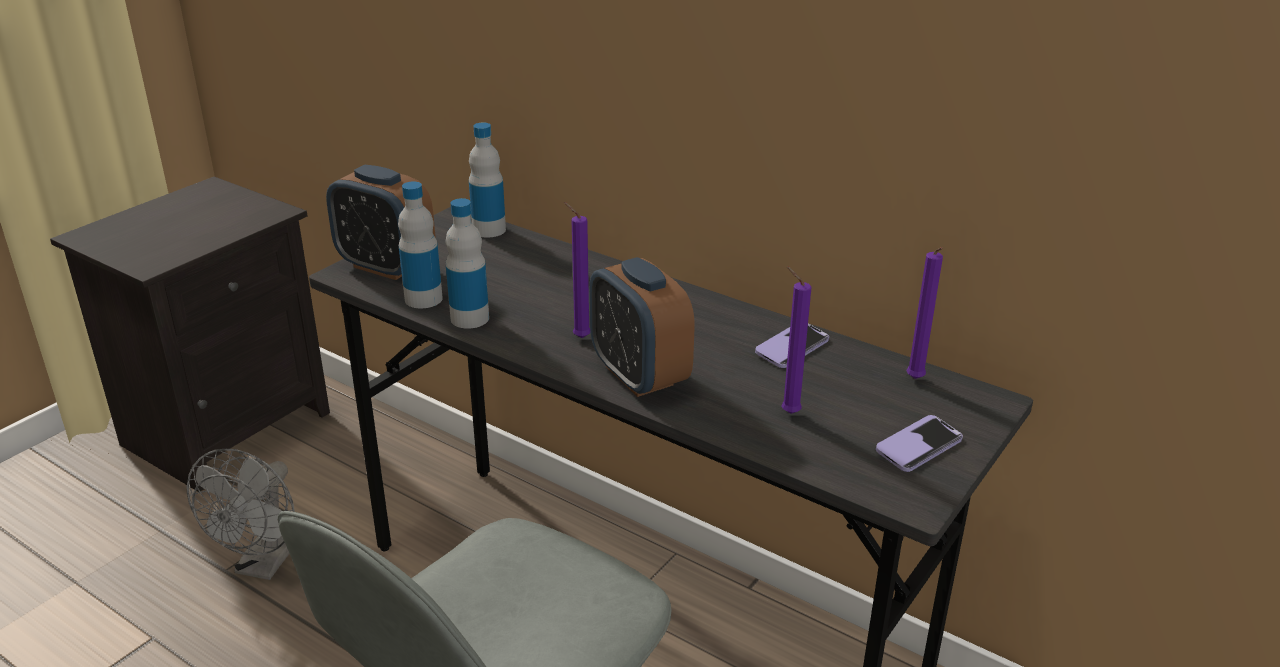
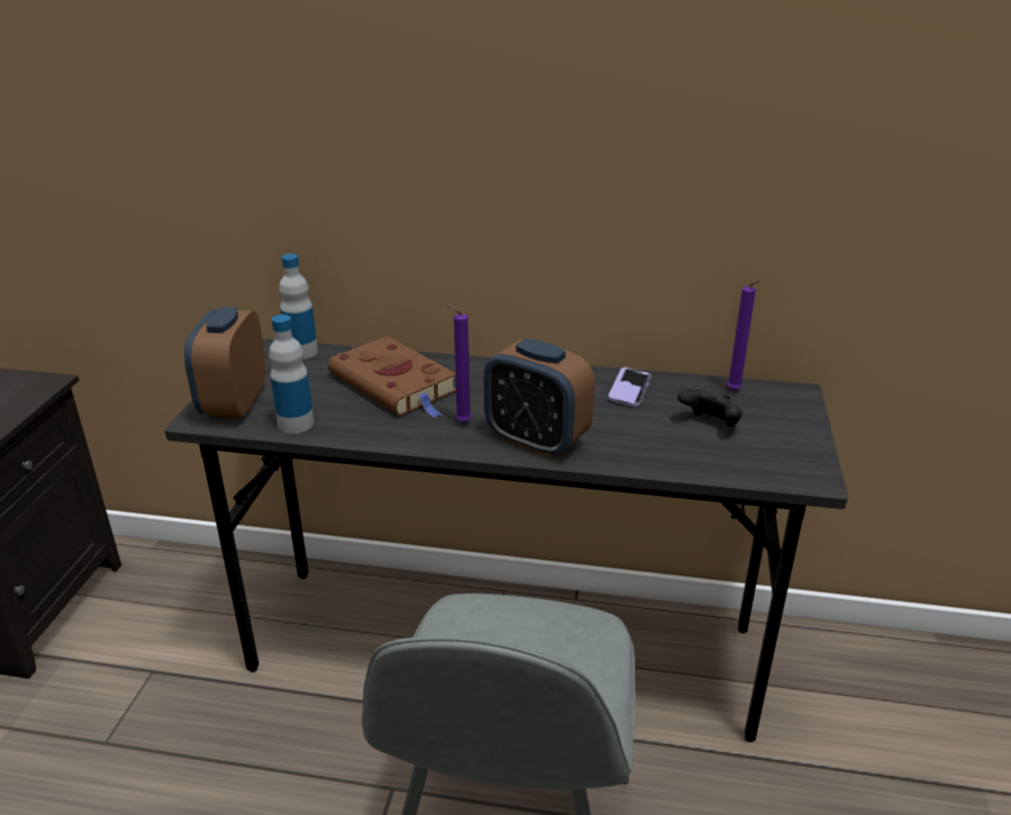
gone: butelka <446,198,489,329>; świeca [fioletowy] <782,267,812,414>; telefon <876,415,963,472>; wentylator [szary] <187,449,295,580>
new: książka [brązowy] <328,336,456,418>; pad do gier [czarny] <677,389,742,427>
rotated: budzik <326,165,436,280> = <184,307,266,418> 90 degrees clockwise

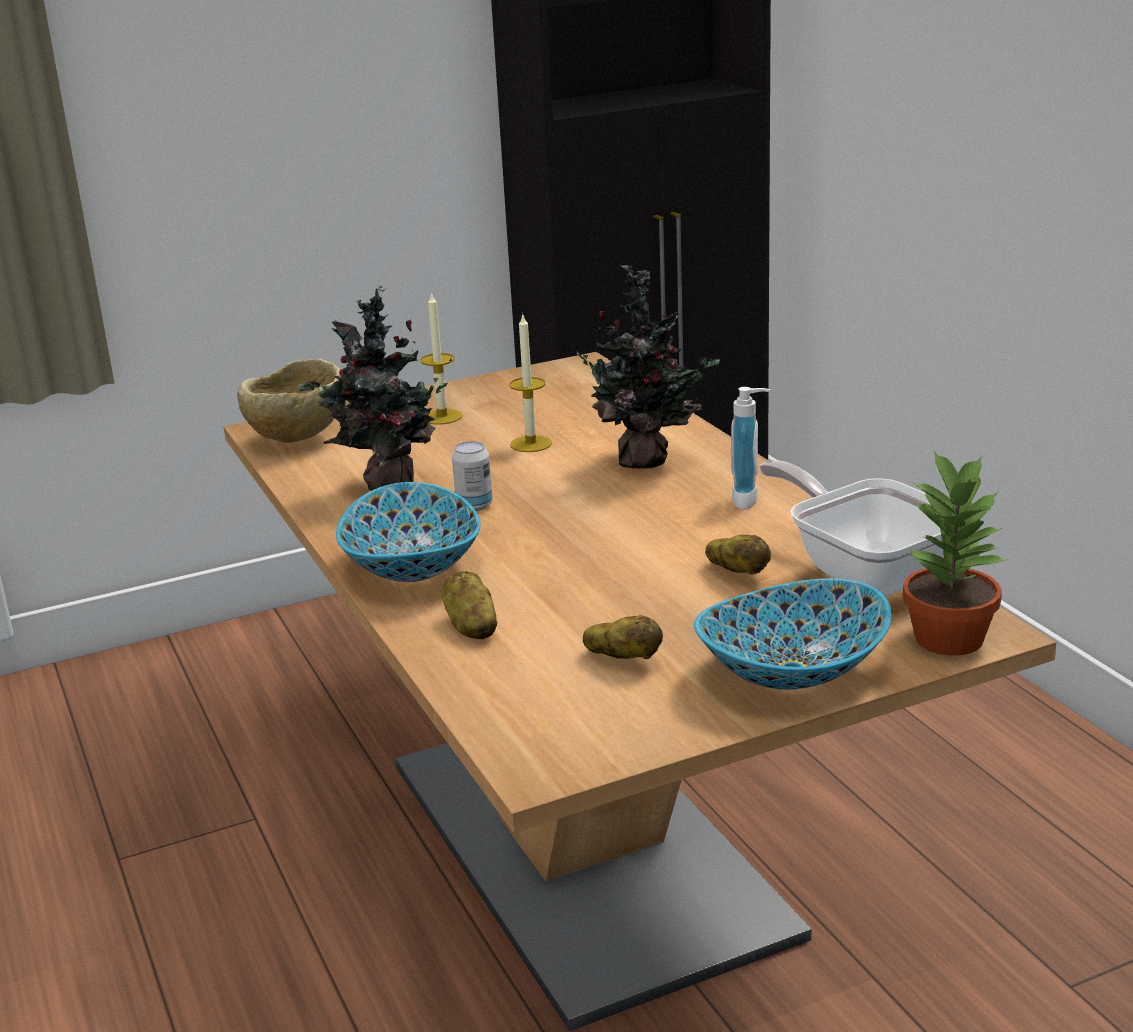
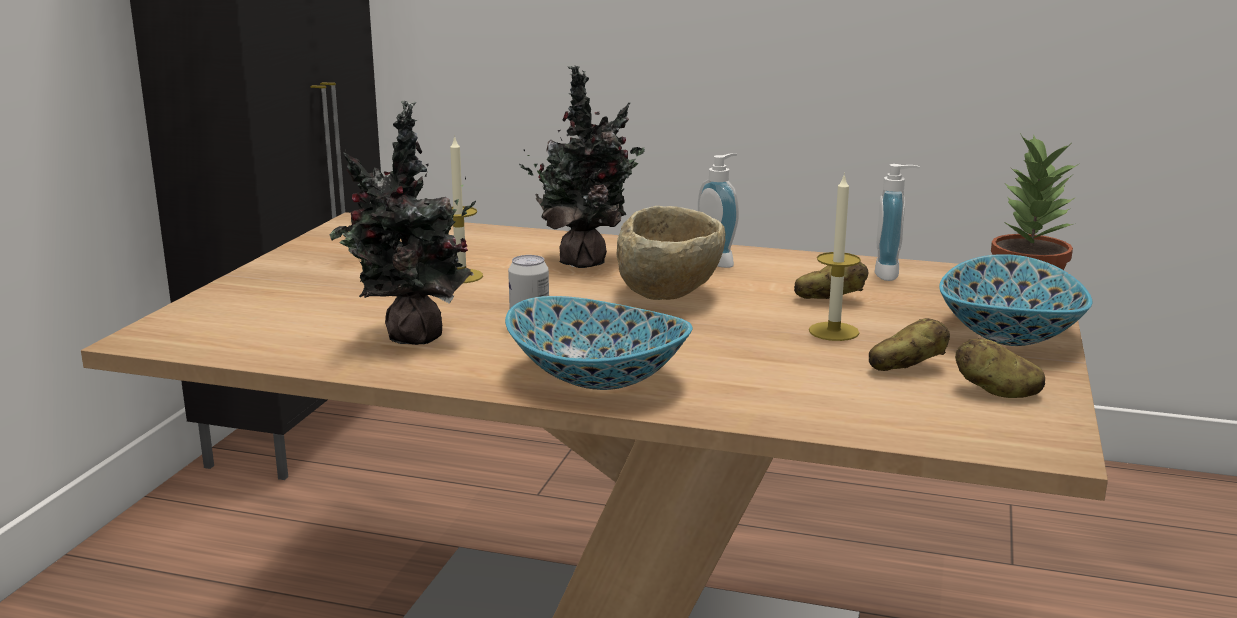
shifted: świeca <420,291,463,424> to <809,173,861,341>; miska [beżowy] <237,359,341,443> to <617,206,725,300>; ziemniak <442,571,497,639> to <955,338,1045,398>
swapped: patelnia <759,460,944,597> to dozownik mydła <875,164,920,281>

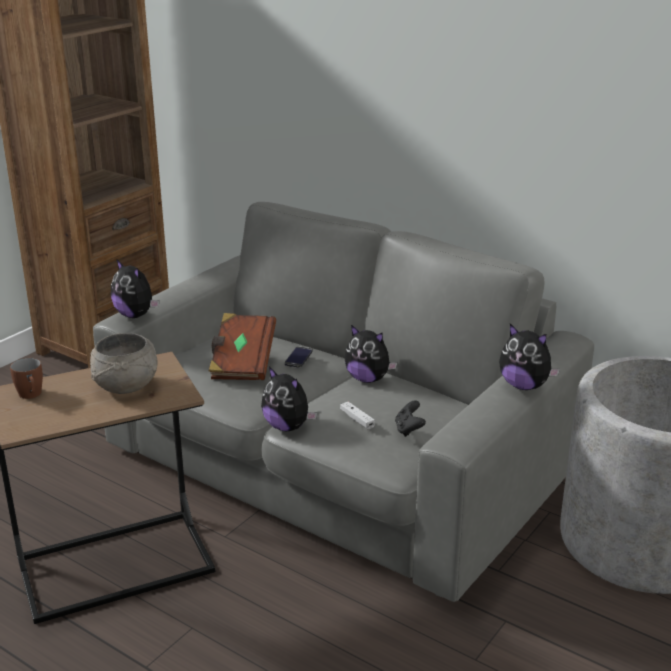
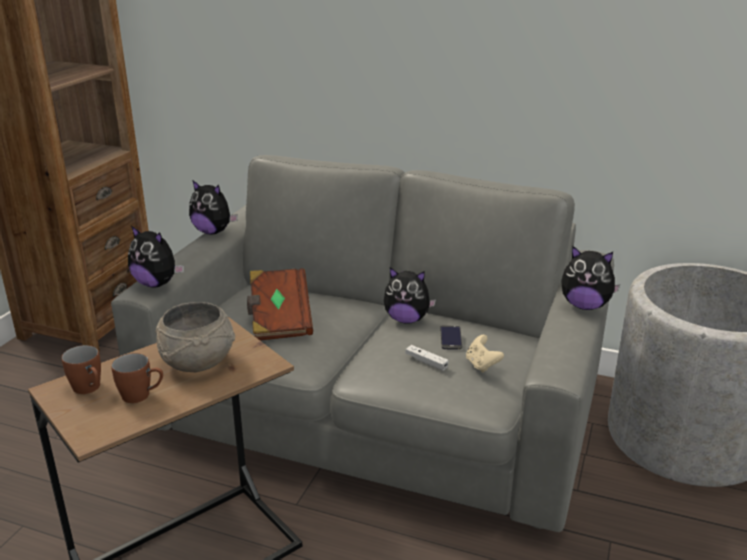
new: kubek [brązowy] <111,353,163,403>
shifted: telefon <284,347,313,368> to <440,325,462,350>; pluszak <261,367,317,431> to <189,181,238,235>
repainted: pad do gier [czarny] <395,401,426,437> to pad do gier [beżowy] <466,335,504,373>

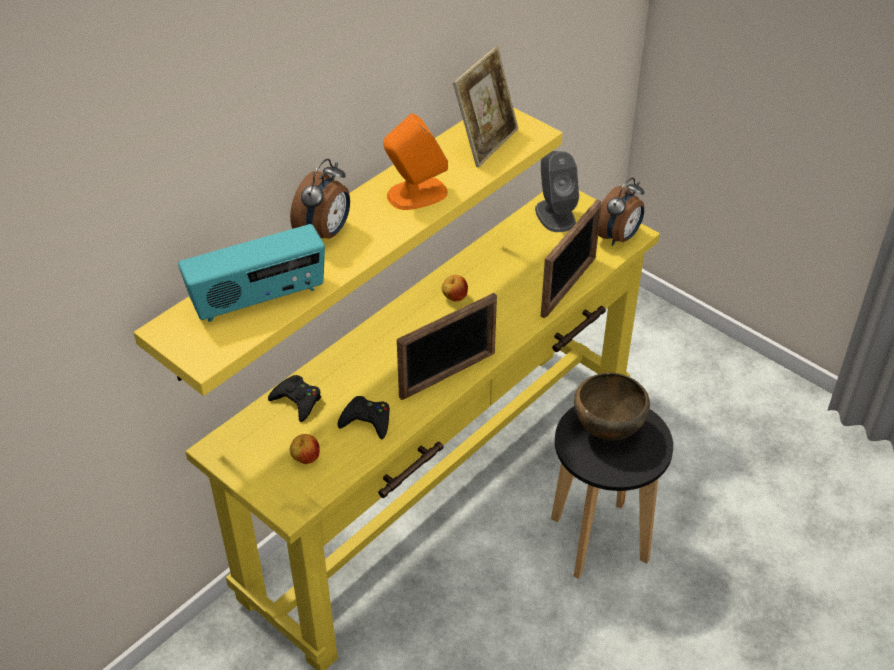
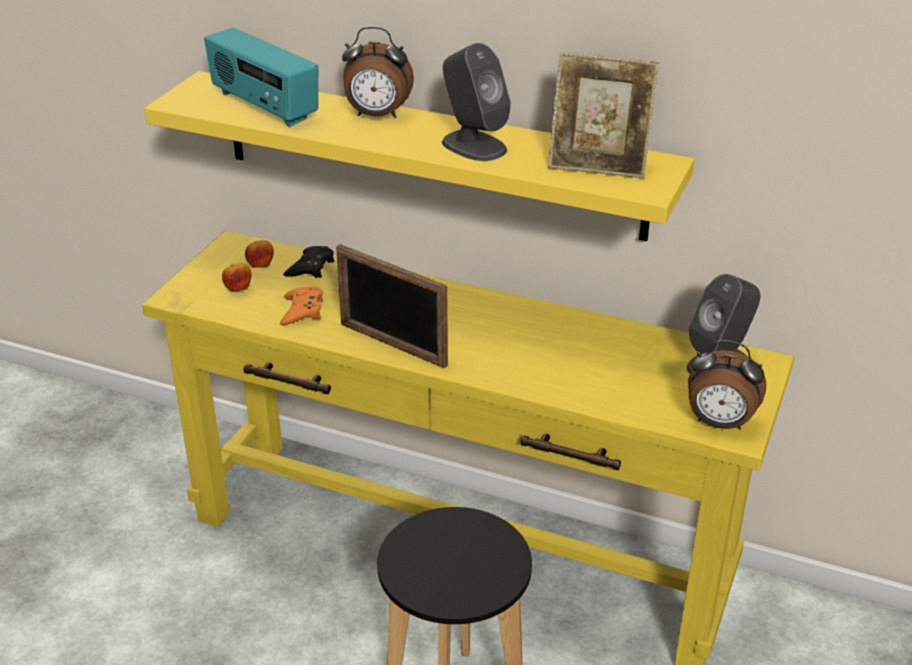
gone: ramka na zdjęcie <541,199,602,318>; miska [brązowy] <574,373,650,440>
shifted: jabłko <442,275,468,301> to <245,240,274,268>
repainted: głośnik [pomarańczowy] <383,113,448,210> to głośnik [szary] <442,43,511,161>; pad do gier [czarny] <338,396,390,439> to pad do gier [pomarańczowy] <280,286,323,325>

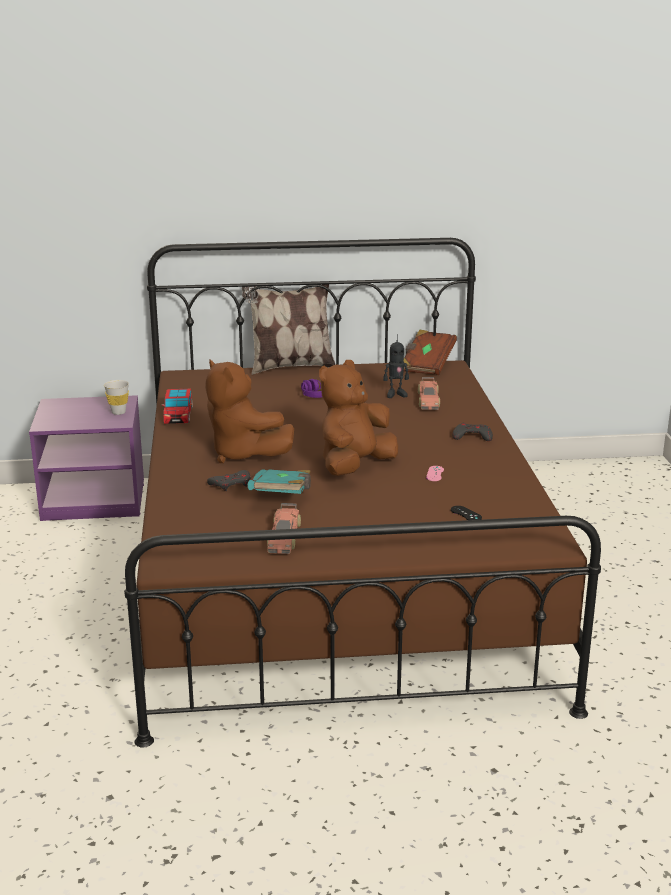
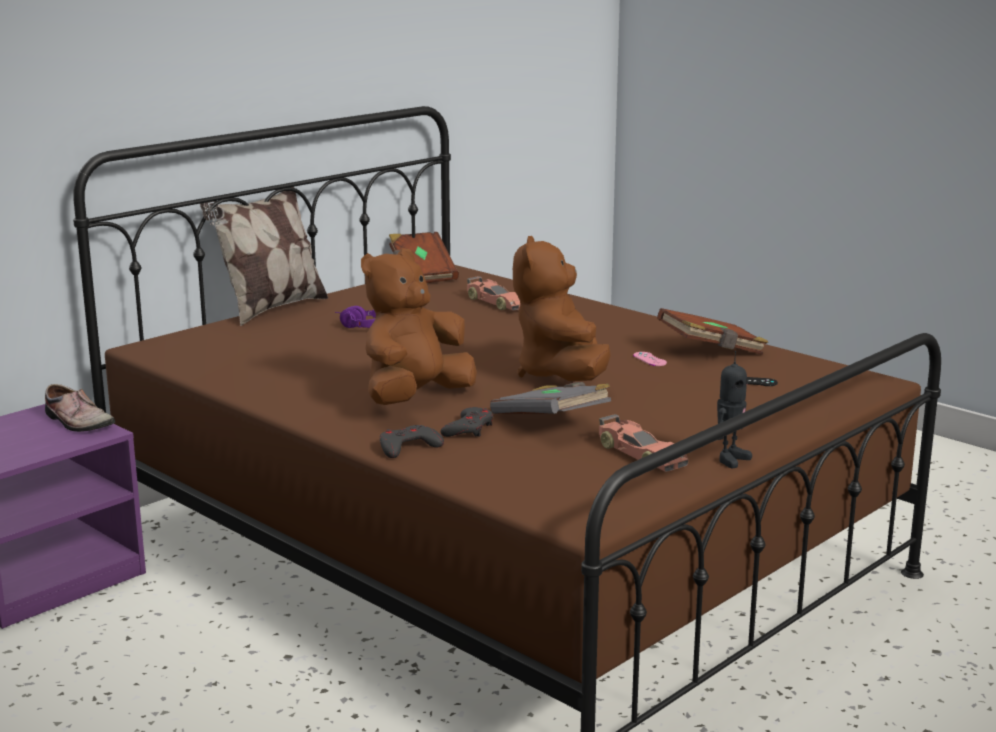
gone: samochodzik <162,389,193,424>
new: książka [brązowy] <657,308,768,355>
shifted: robot zabawkowy <383,334,409,398> to <717,351,752,468>; pad do gier [szary] <452,423,493,441> to <380,425,444,458>
swapped: filiżanka [biały] <104,380,129,415> to but <45,384,115,432>
repainted: książka [turkusowy] <248,469,311,494> to książka [szary] <490,382,611,414>
rotated: pluszak [brązowy] <205,360,294,463> = <361,248,477,405> 120 degrees clockwise

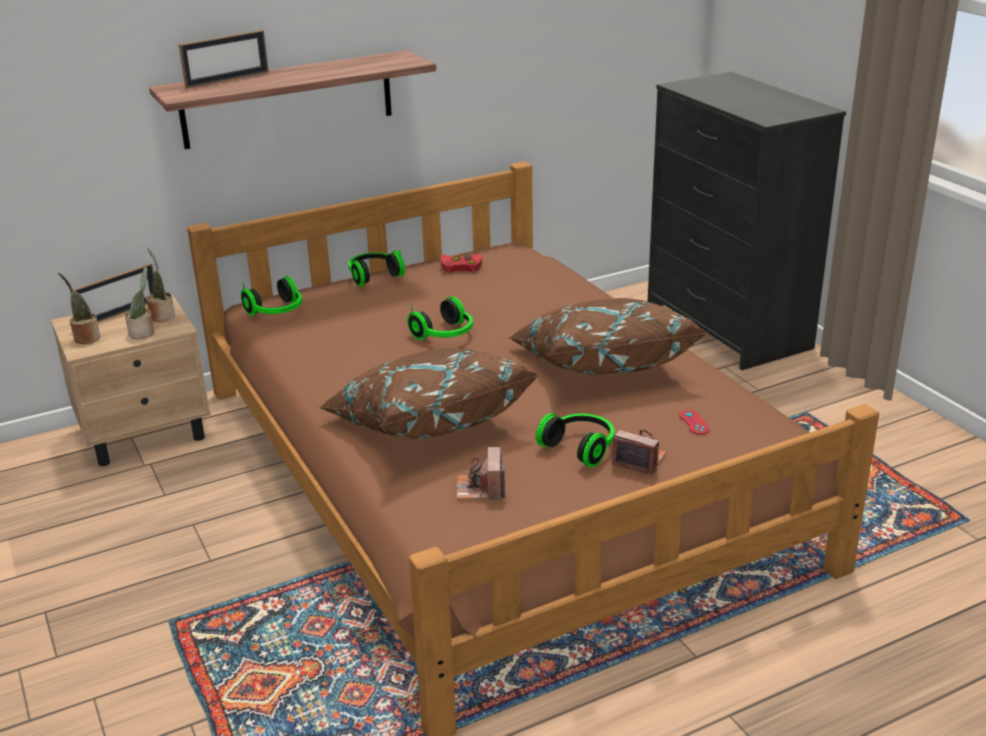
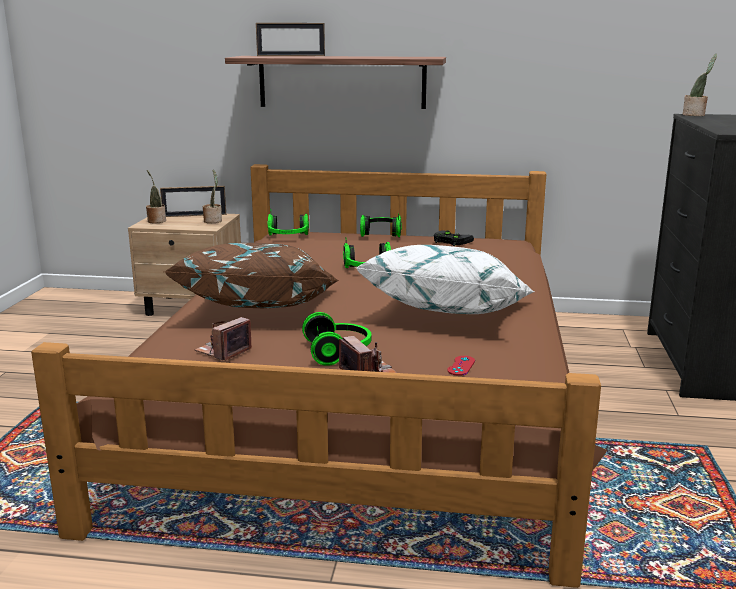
shifted: roślina doniczkowa <125,267,154,339> to <683,54,717,116>
repainted: pad do gier [czerwony] <441,254,482,273> to pad do gier [czarny] <434,230,474,246>; poduszka [brązowy] <509,298,708,375> to poduszka [biały] <355,245,535,314>

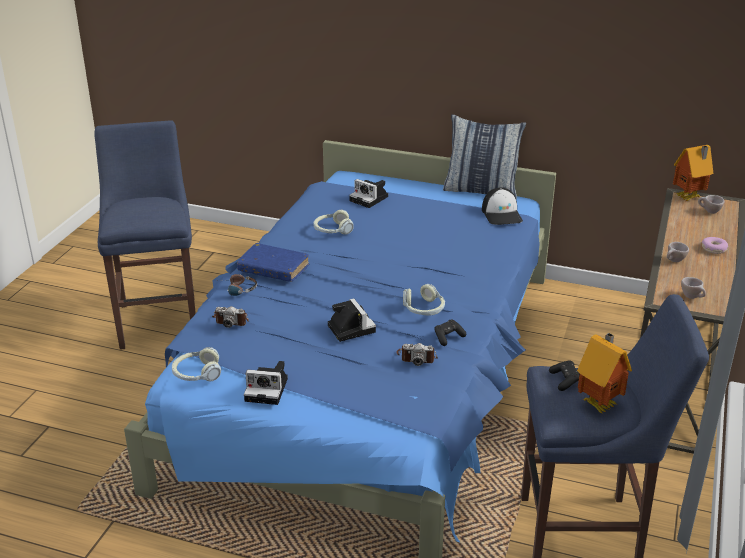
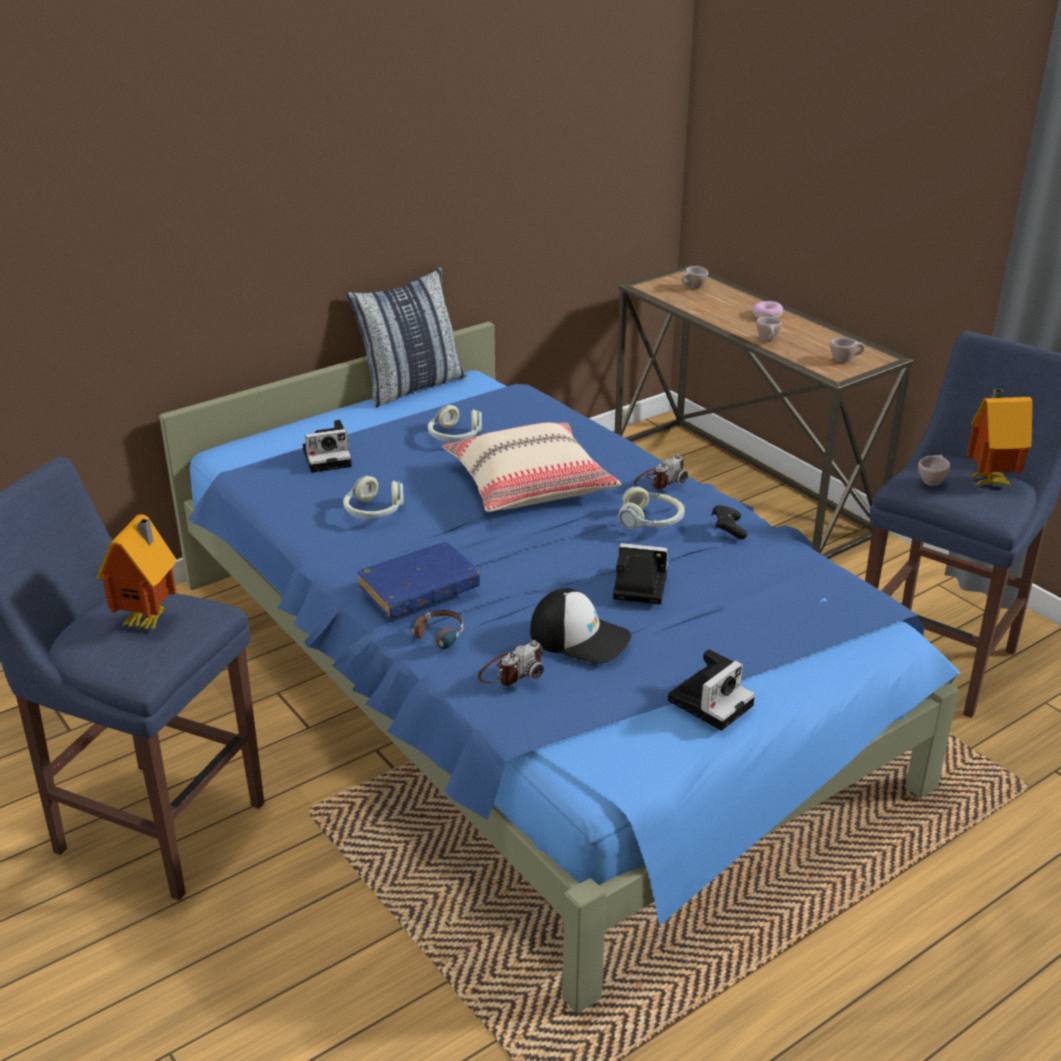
new: poduszka [beżowy] <443,422,621,512>
shifted: domek <673,145,714,201> to <97,514,177,631>; czapka z daszkiem <482,188,523,225> to <530,588,632,664>; aparat fotograficzny <397,343,438,366> to <634,454,688,489>; słuchawki <172,347,221,381> to <428,405,482,442>
swapped: pad do gier [czarny] <549,361,580,391> to filiżanka [beżowy] <918,454,950,486>

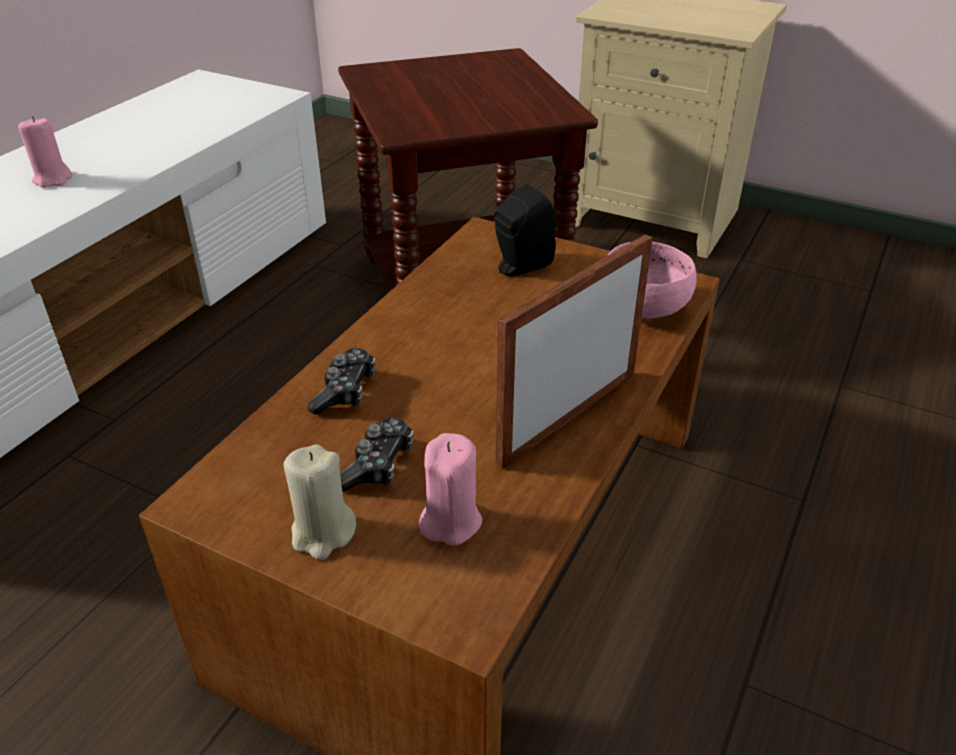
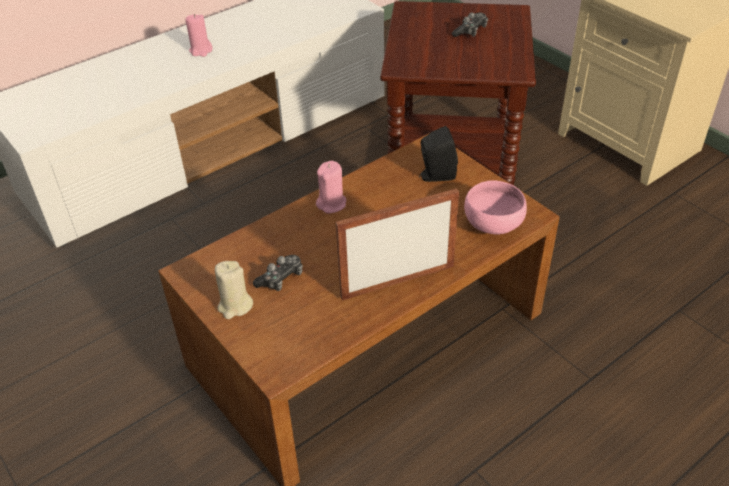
shifted: pad do gier <308,348,375,415> to <452,12,488,37>; świeca [różowy] <419,433,482,546> to <316,161,347,213>

